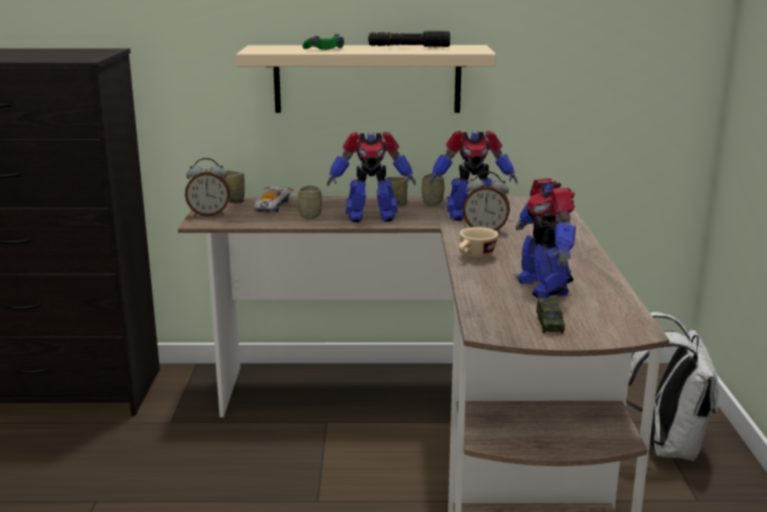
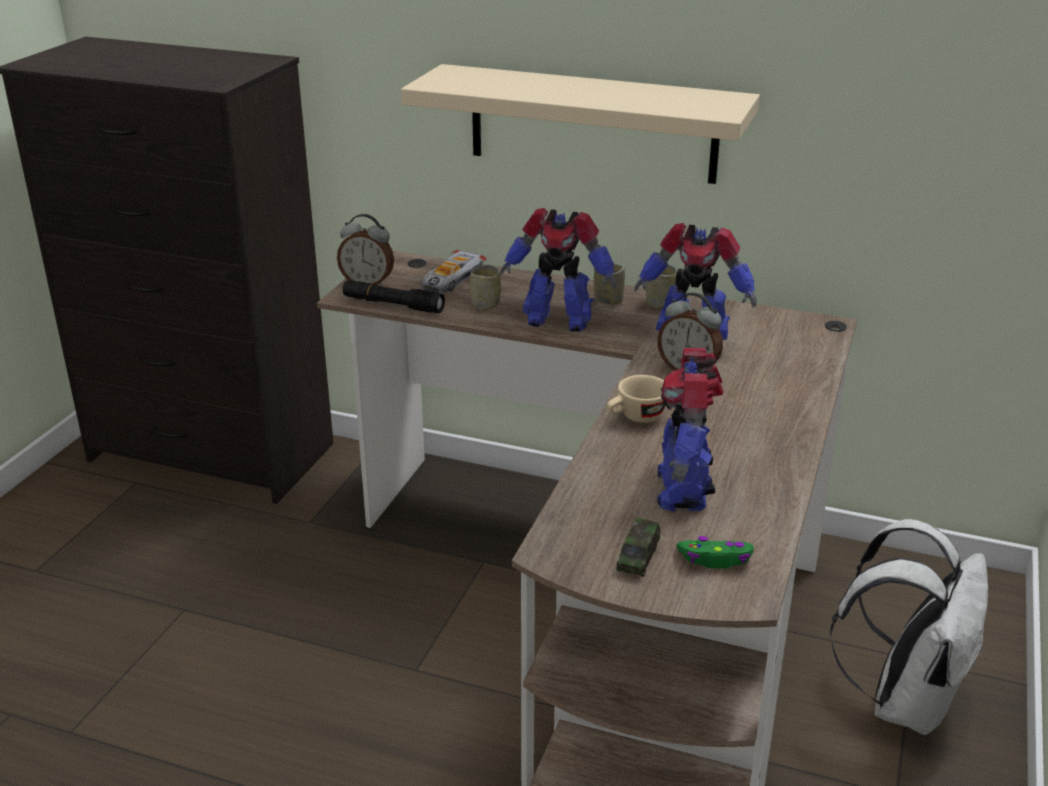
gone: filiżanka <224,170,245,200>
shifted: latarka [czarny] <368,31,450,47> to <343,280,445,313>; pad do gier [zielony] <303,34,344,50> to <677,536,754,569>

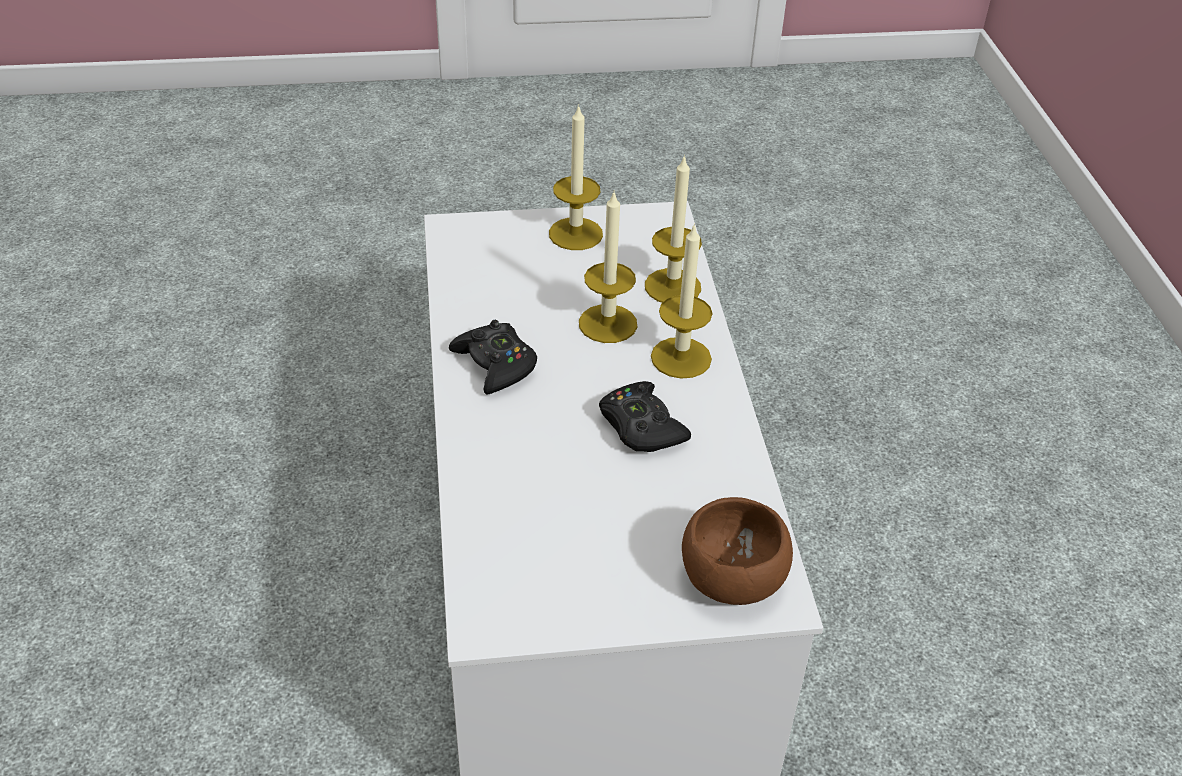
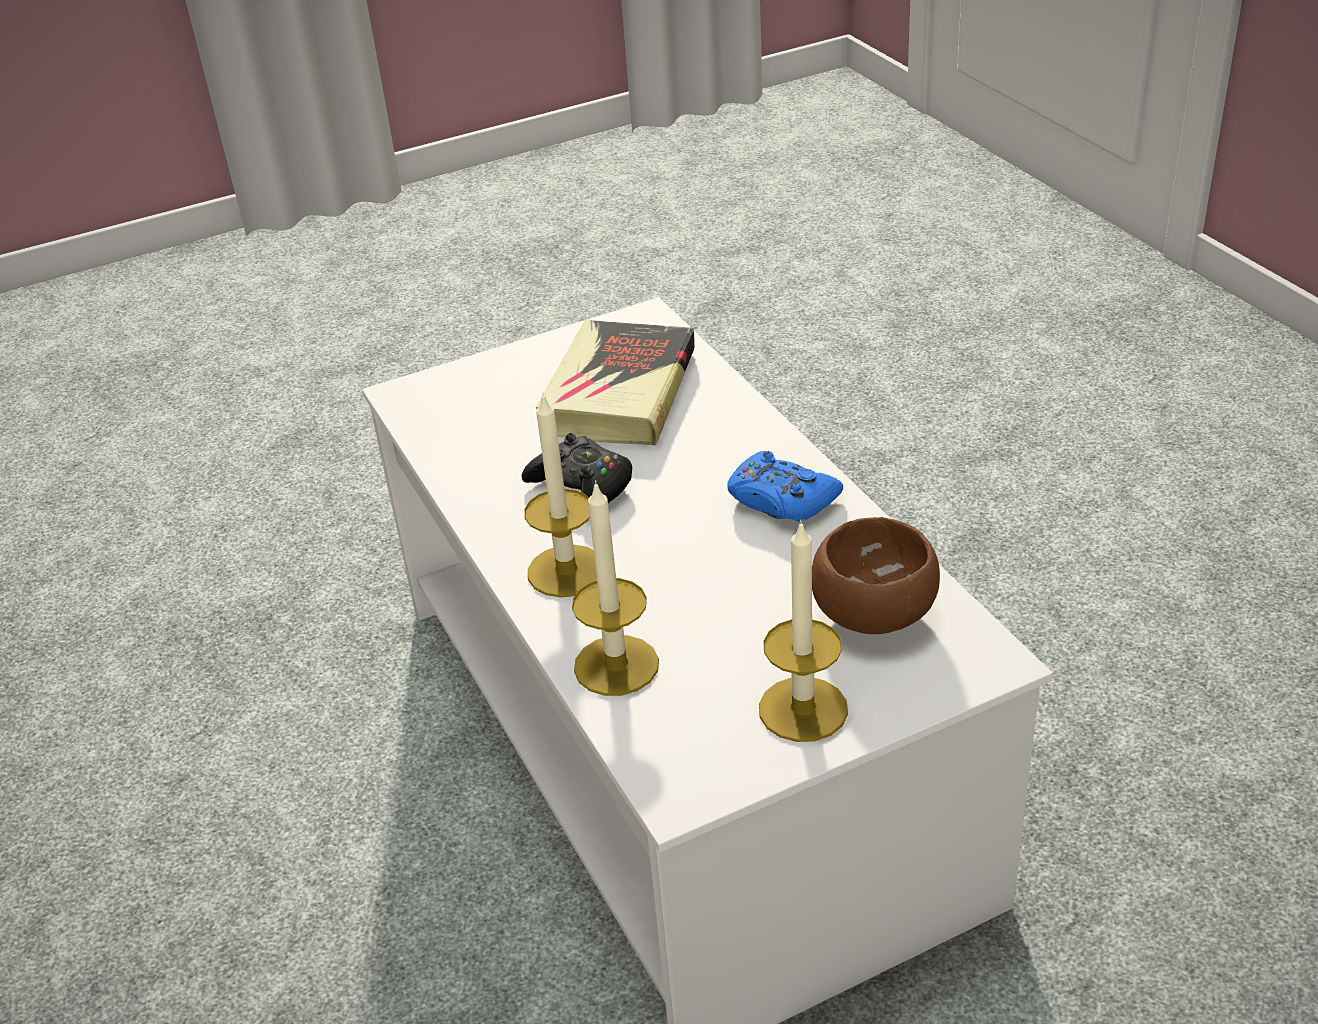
gone: świeca <579,190,637,343>
new: książka <536,320,695,446>
shifted: miska [brązowy] <682,497,793,605> to <812,517,940,634>
repainted: pad do gier [czarny] <449,320,537,394> to pad do gier [niebieski] <727,451,843,522>

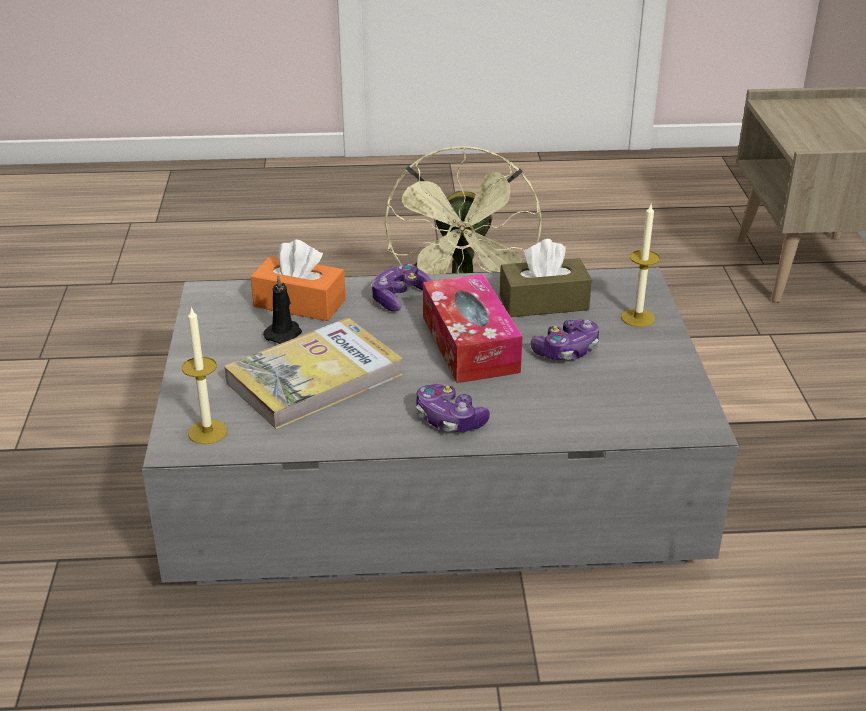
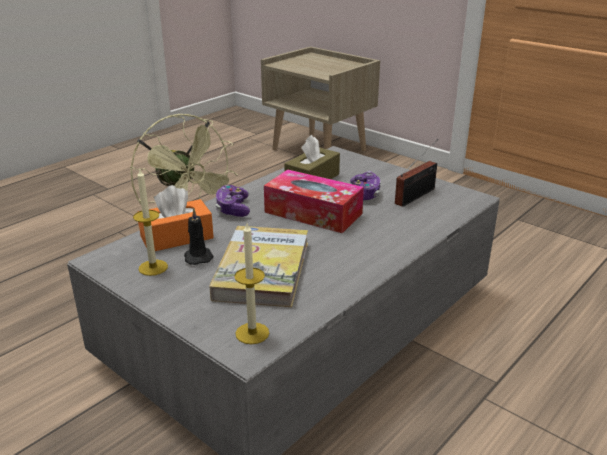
gone: pad do gier <416,384,490,432>
new: radio <395,139,438,207>
shifted: świeca <621,204,660,327> to <133,169,168,276>

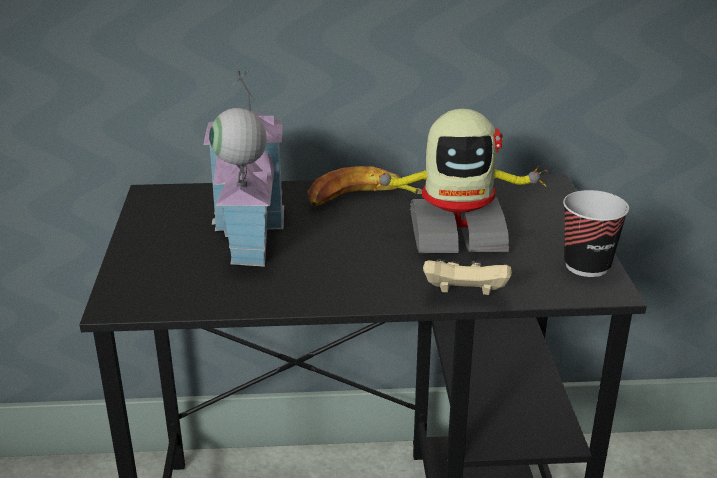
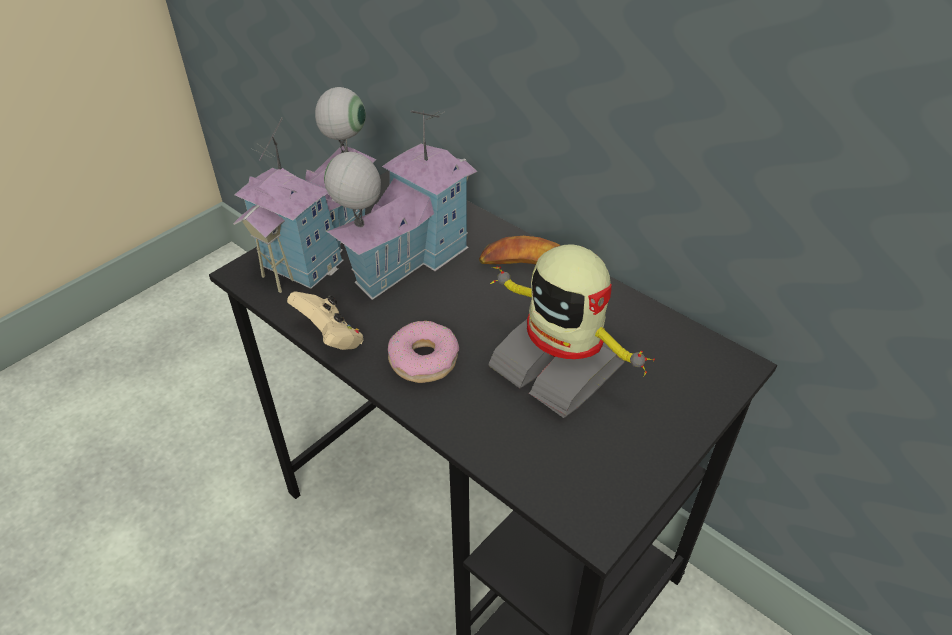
gone: filiżanka <563,190,629,277>
new: domek <233,87,376,293>; donut <388,321,459,383>
shifted: pad do gier [beżowy] <423,259,512,295> to <287,291,363,350>

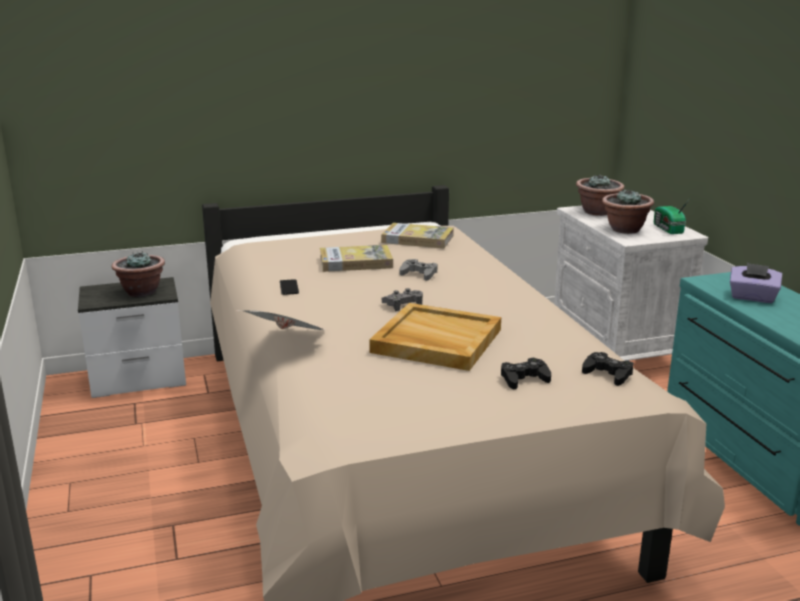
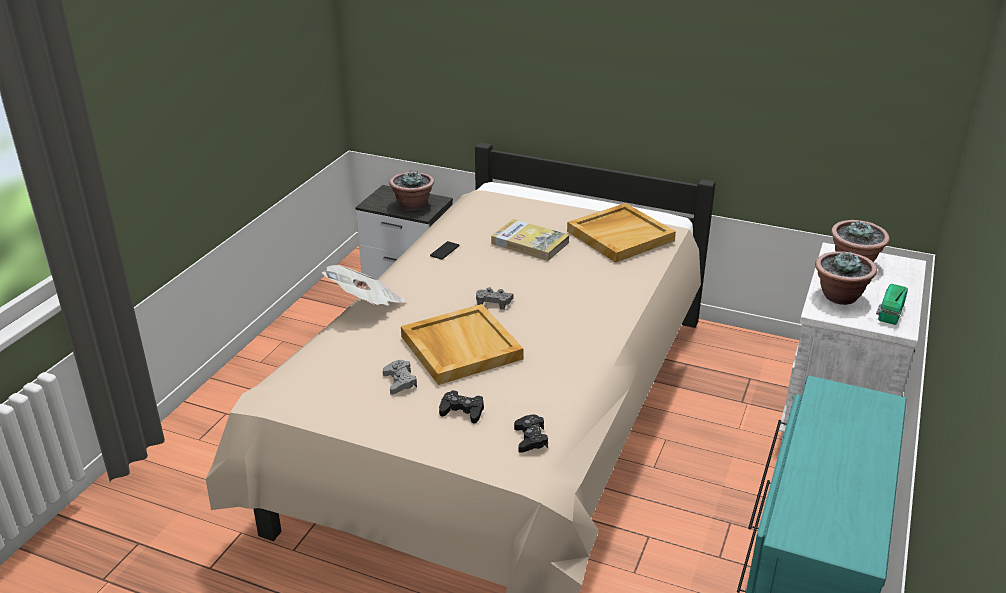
gone: pudełko chusteczek [fioletowy] <730,263,782,303>
shifted: pad do gier [szary] <400,259,438,281> to <383,360,417,395>
swapped: książka <381,223,454,248> to taca [beżowy] <567,203,676,263>

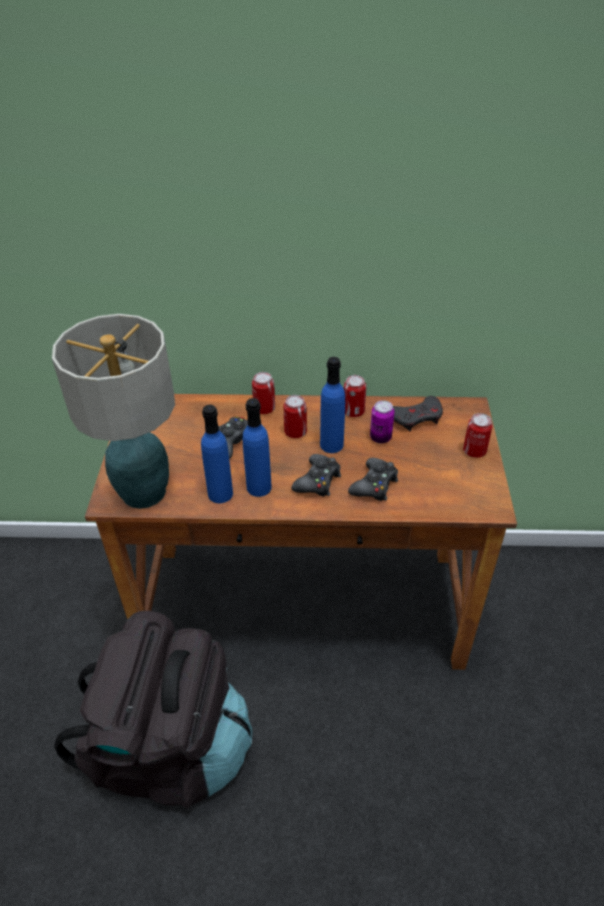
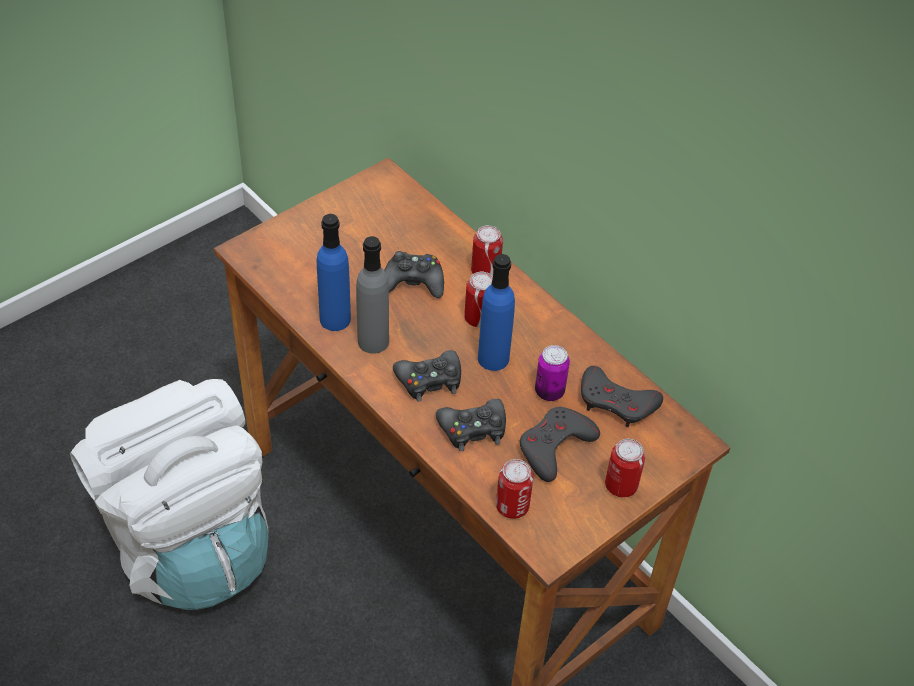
gone: lampa stołowa <52,314,175,509>
new: pad do gier [szary] <520,407,600,482>
shifted: puszka <344,375,366,417> to <496,459,533,519>
repainted: butelka [niebieski] <243,398,272,497> to butelka [szary] <356,236,389,354>; plecak [czarny] <54,611,253,809> to plecak [biały] <70,379,269,610>

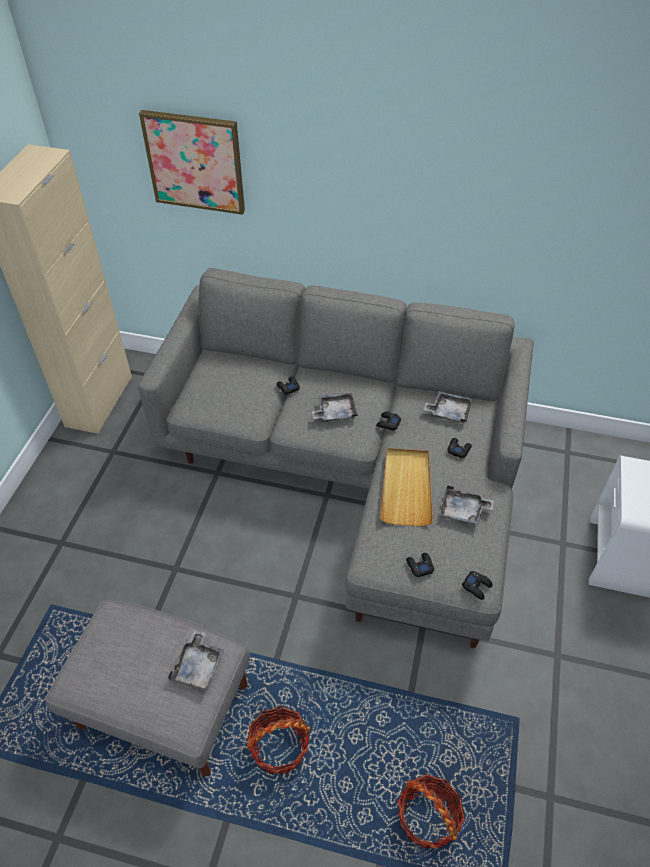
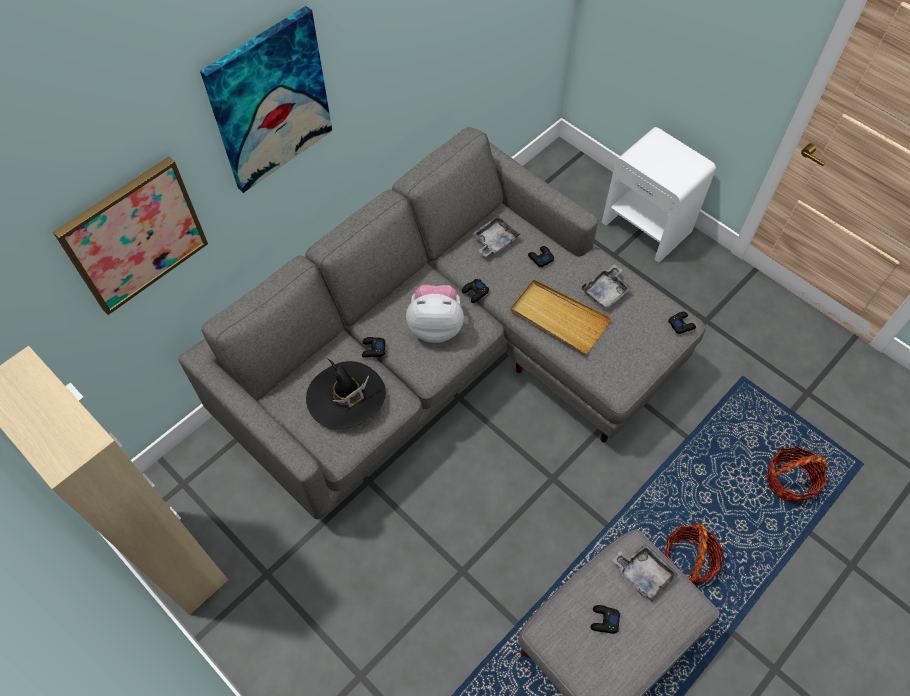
new: obraz <200,6,332,193>; kapelusz [czarny] <306,358,386,429>
shifted: pad do gier [czarny] <406,553,434,577> to <591,605,620,634>
swapped: taca [szary] <312,393,358,422> to pluszak <406,285,464,343>

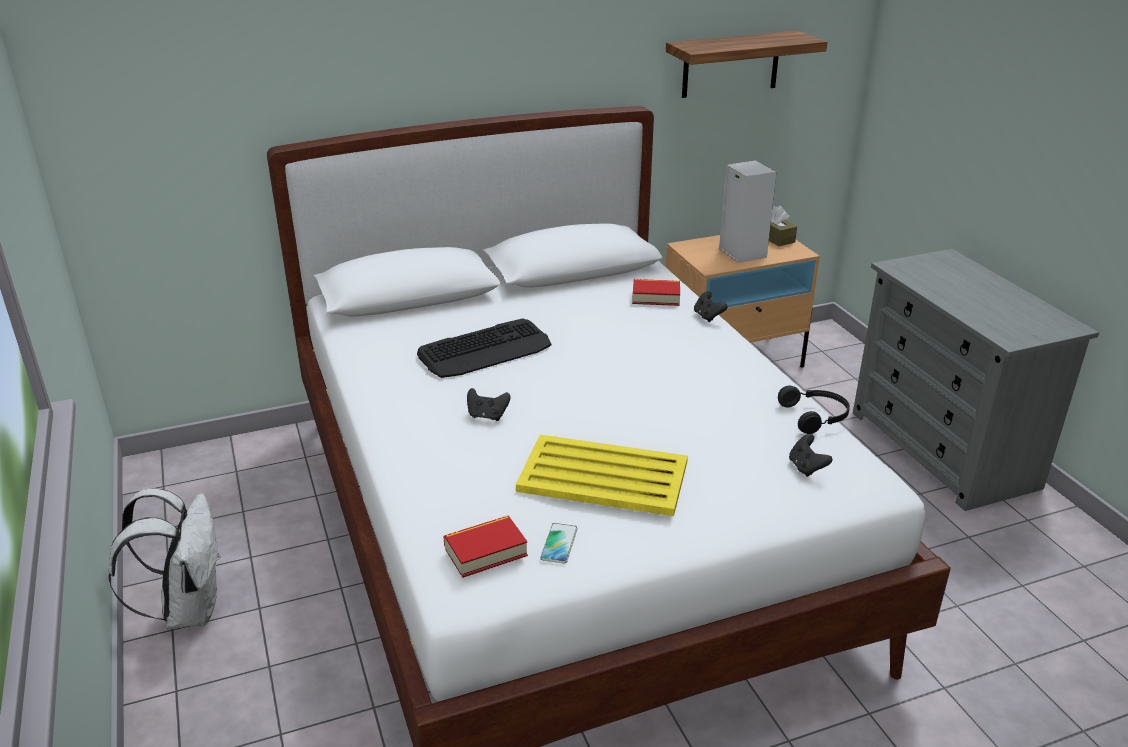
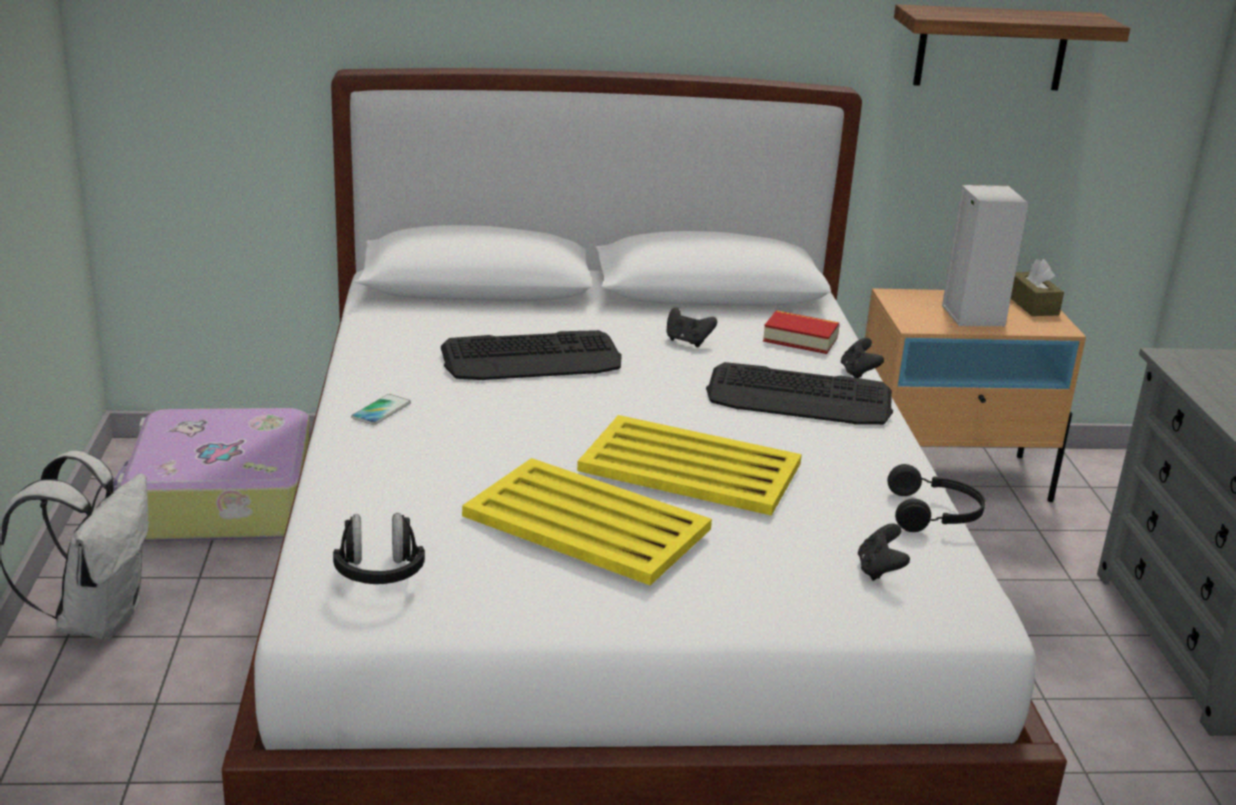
new: klawiatura <706,362,893,425>; walizka <113,408,310,541>; taca [żółty] <577,415,802,516>
shifted: pad do gier [czarny] <467,388,511,421> to <666,308,717,347>; telefon <540,523,578,564> to <351,394,411,425>
swapped: książka <443,515,528,578> to słuchawki [czarny] <333,513,425,584>

